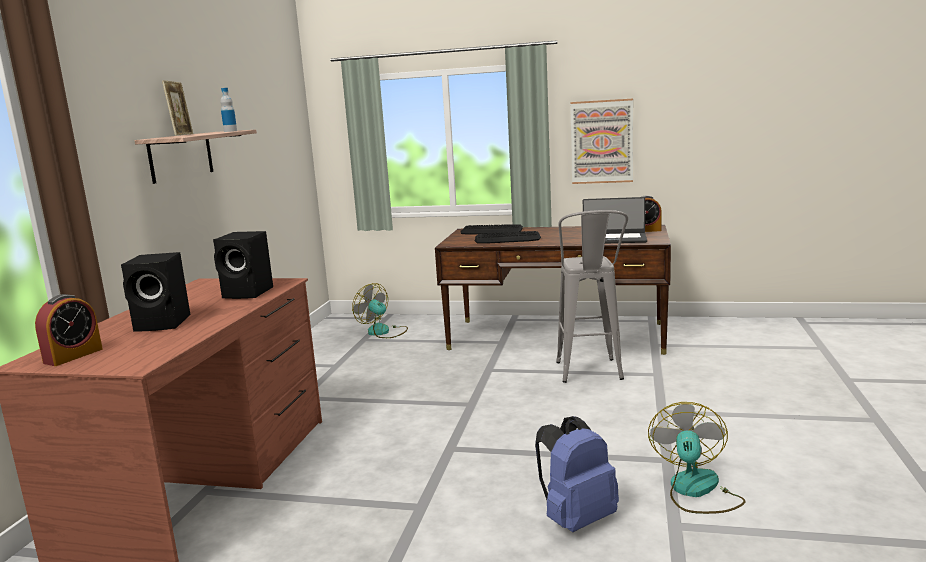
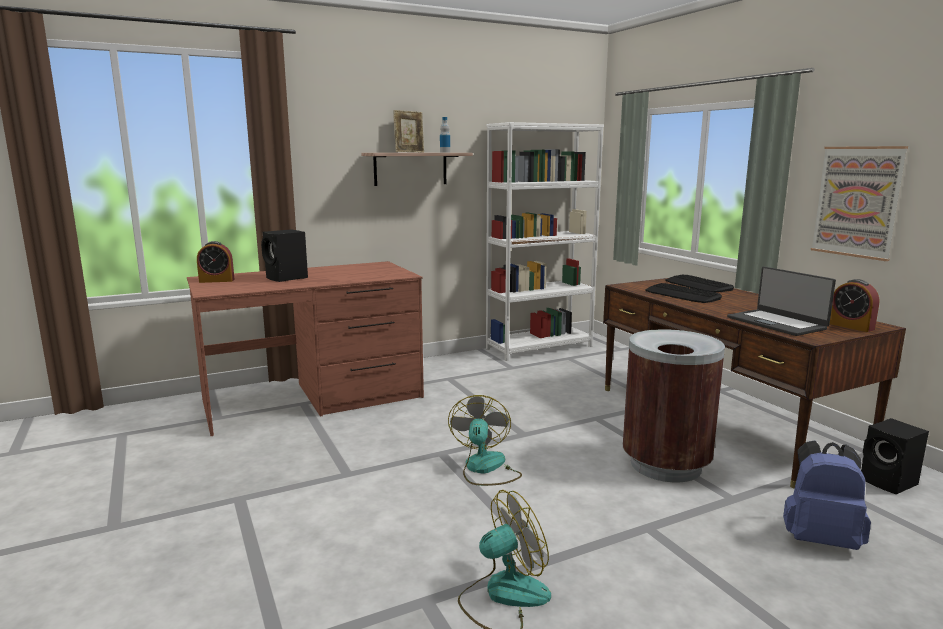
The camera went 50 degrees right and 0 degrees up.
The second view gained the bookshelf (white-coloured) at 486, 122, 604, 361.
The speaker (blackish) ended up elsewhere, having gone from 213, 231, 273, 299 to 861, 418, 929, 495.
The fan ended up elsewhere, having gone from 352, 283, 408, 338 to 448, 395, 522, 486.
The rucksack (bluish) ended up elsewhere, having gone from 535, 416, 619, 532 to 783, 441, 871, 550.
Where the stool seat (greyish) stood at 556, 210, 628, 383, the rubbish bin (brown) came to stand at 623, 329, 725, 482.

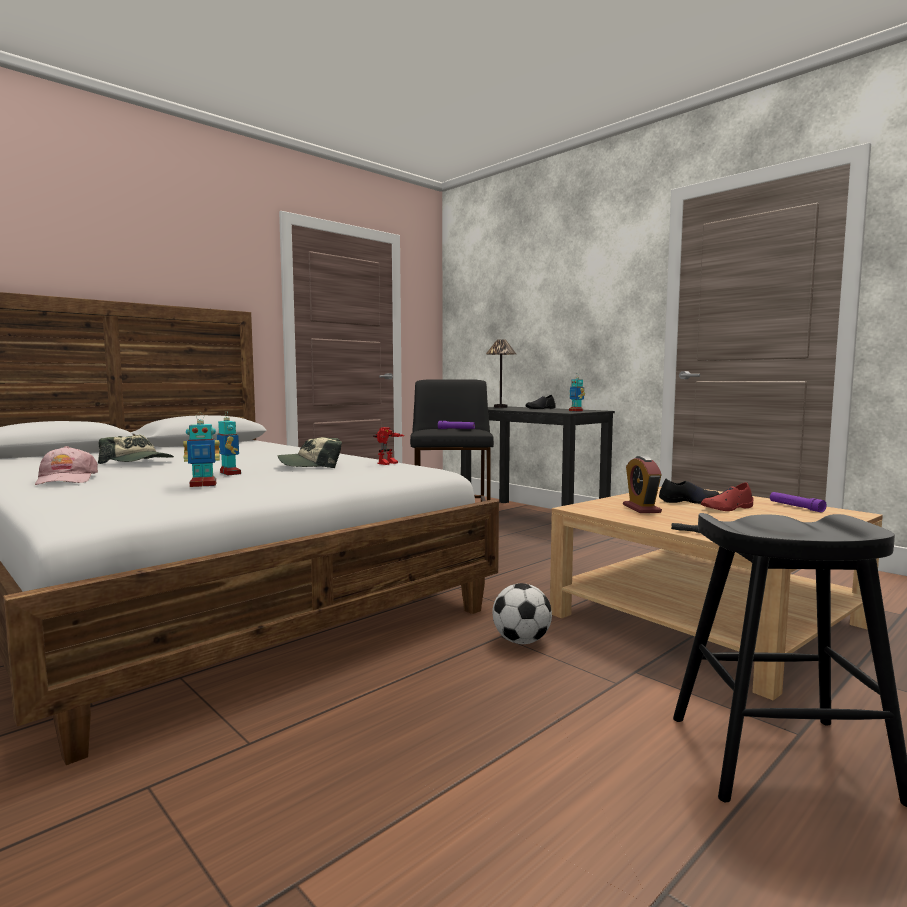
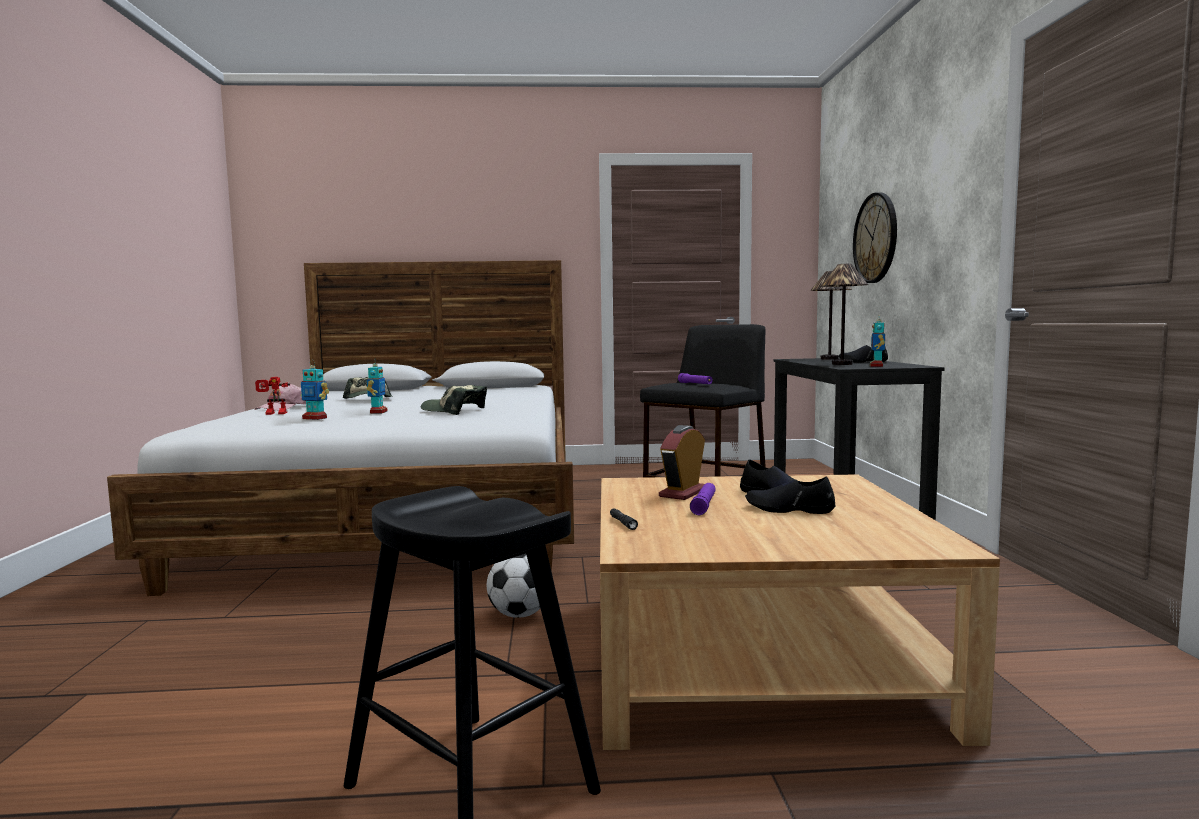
The camera went 40 degrees right and 0 degrees up.
The second view gained the tabletop lamp at 821, 264, 868, 365.
The second view gained the hanging clock at 853, 193, 897, 283.
The toy robot ended up elsewhere, having gone from 373, 427, 404, 465 to 255, 377, 290, 415.
The torch (purplish) ended up elsewhere, having gone from 770, 492, 827, 512 to 690, 483, 716, 515.
What was the item of footwear (red-coloured) at 701, 482, 753, 511 turned into the item of footwear (blackish) at 745, 476, 835, 514.

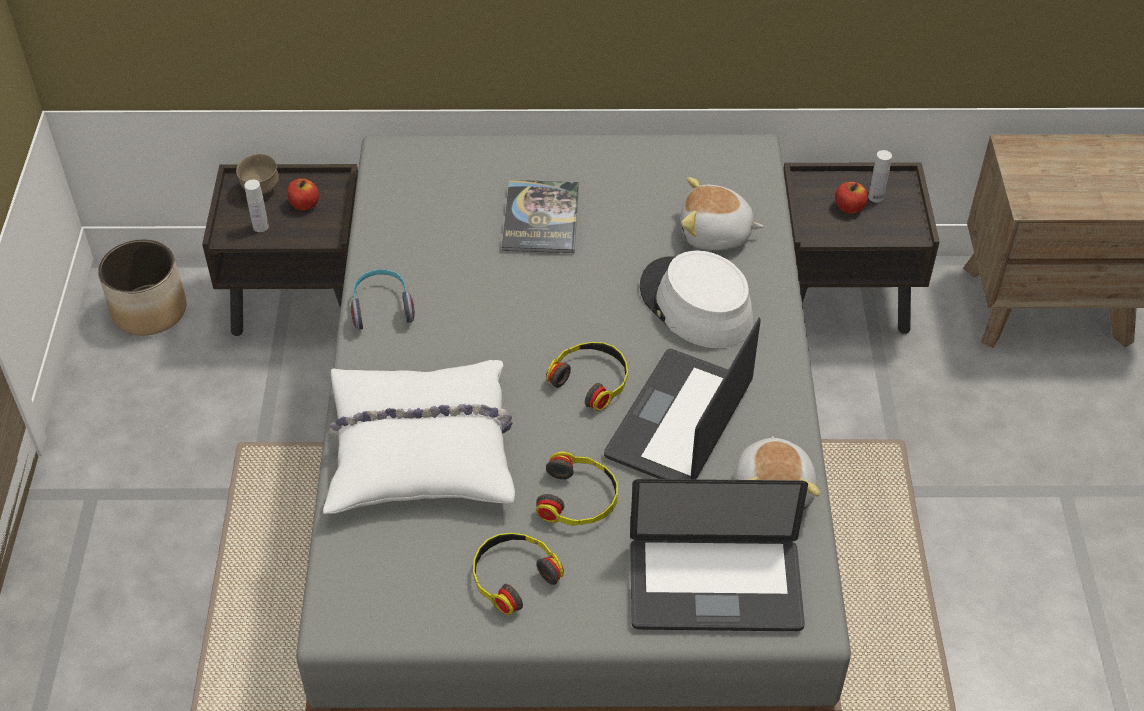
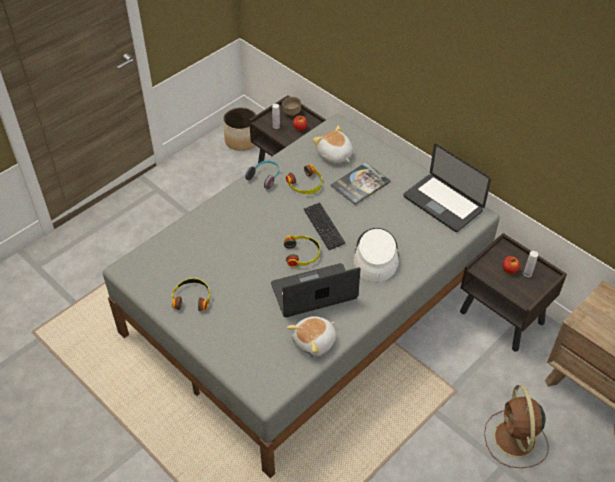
The camera went 45 degrees right and 0 degrees up.
The second view lost the throw pillow (white-coloured) at 323, 360, 515, 514.
The second view gained the PC keyboard at 304, 202, 345, 250.
The second view gained the fan (brown) at 484, 385, 549, 468.
The headset ended up elsewhere, having gone from 536, 452, 618, 526 to 286, 164, 322, 194.
The portable computer ended up elsewhere, having gone from 630, 479, 808, 631 to 403, 144, 491, 232.
The plush toy ended up elsewhere, having gone from 681, 177, 764, 250 to 313, 126, 353, 164.

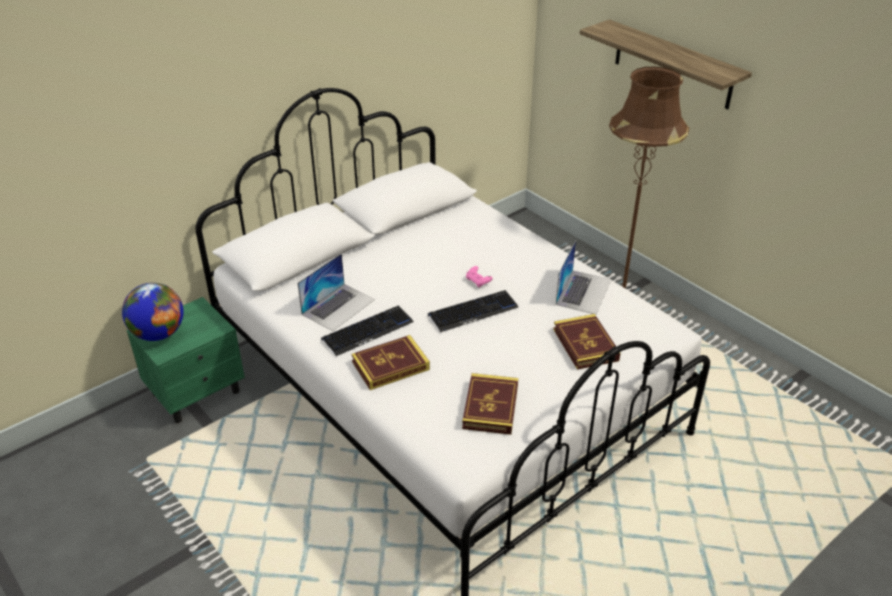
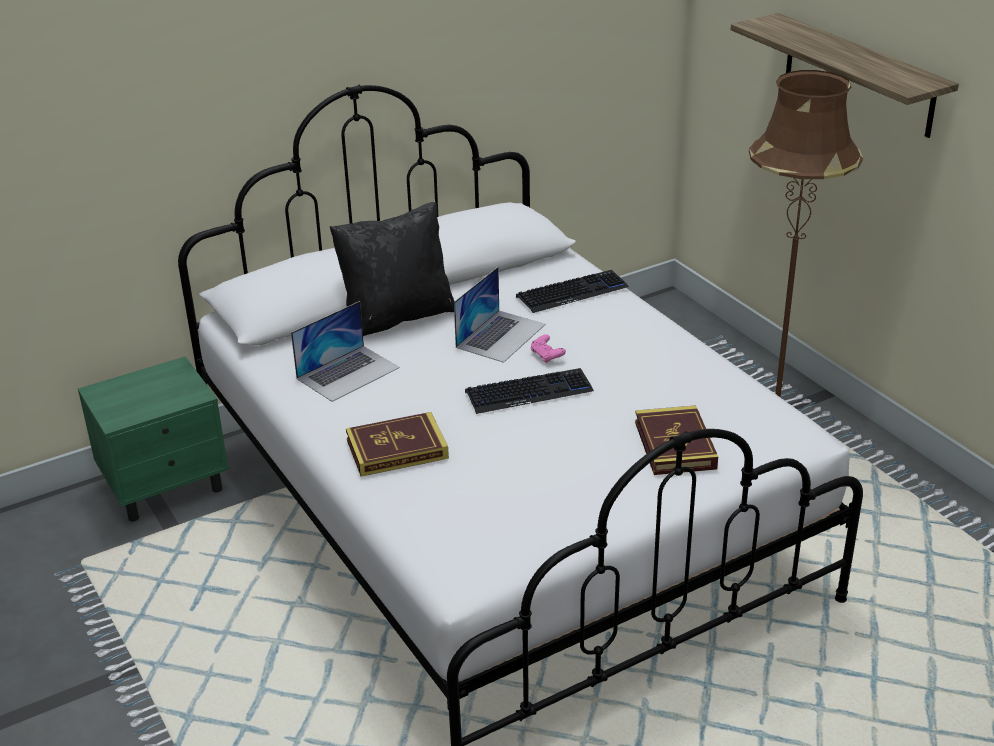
The camera went 10 degrees right and 5 degrees down.
The second view lost the world globe at 122, 283, 184, 341.
The second view lost the book at 462, 373, 518, 435.
The second view gained the throw pillow (blackish) at 330, 202, 454, 336.
The PC keyboard ended up elsewhere, having gone from 321, 305, 414, 356 to 516, 270, 629, 313.
The portable computer ended up elsewhere, having gone from 556, 240, 612, 315 to 454, 267, 545, 363.

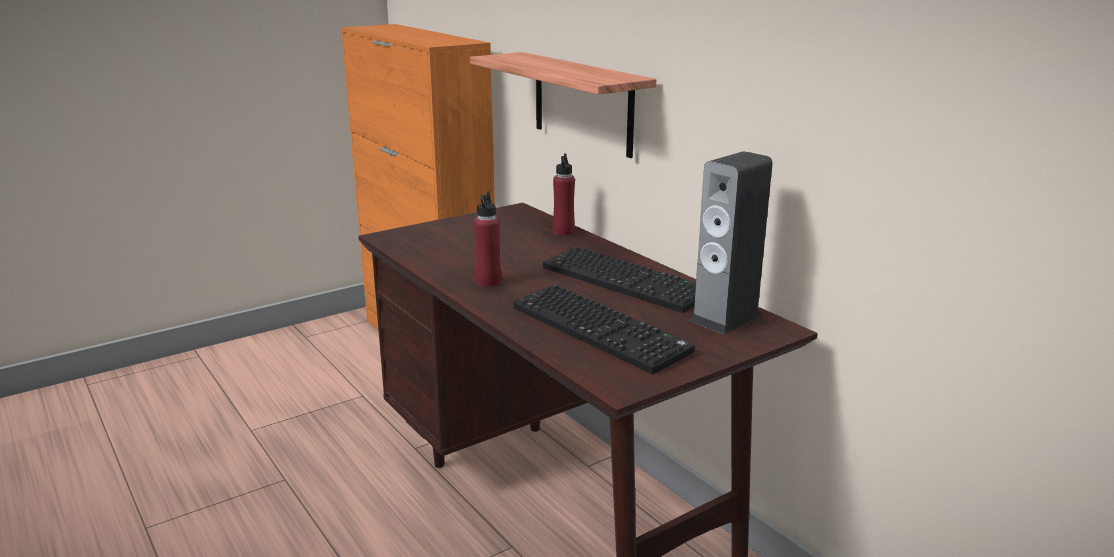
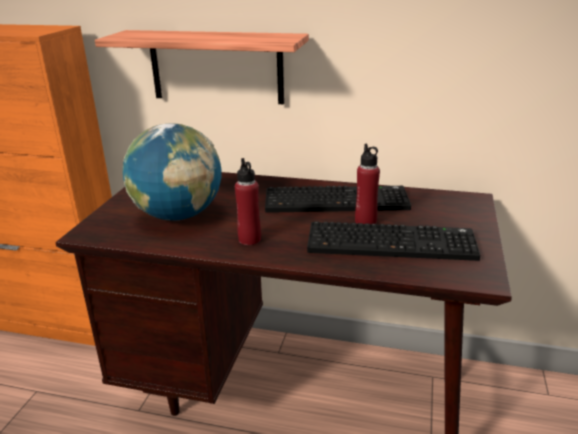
The camera went 40 degrees left and 5 degrees up.
The second view lost the speaker at 689, 151, 773, 334.
The second view gained the world globe at 123, 123, 222, 221.
The bottle (red-coloured) ended up elsewhere, having gone from 553, 153, 575, 236 to 355, 144, 380, 224.

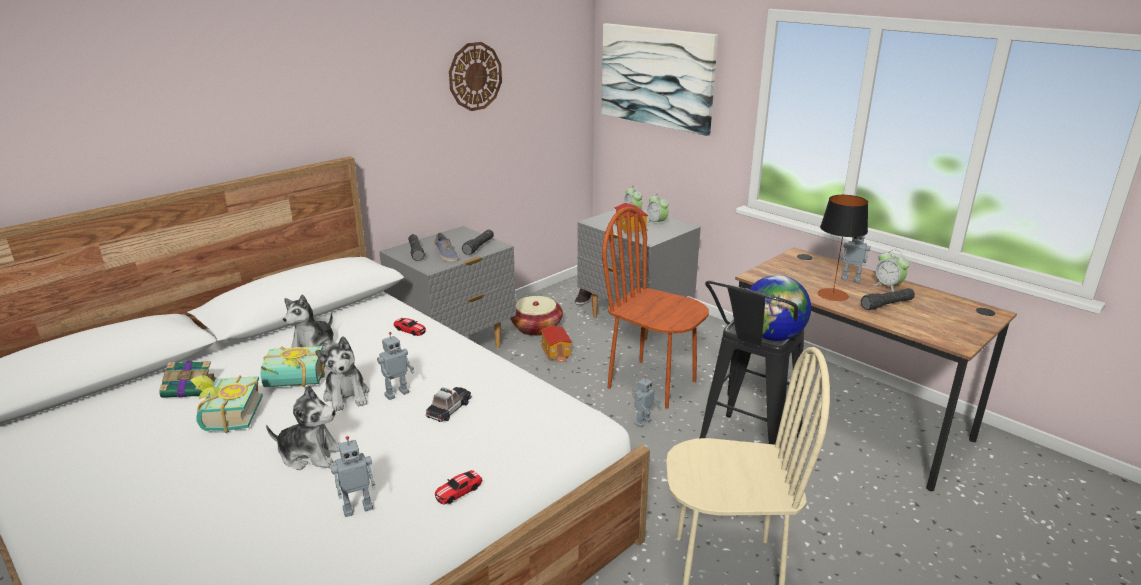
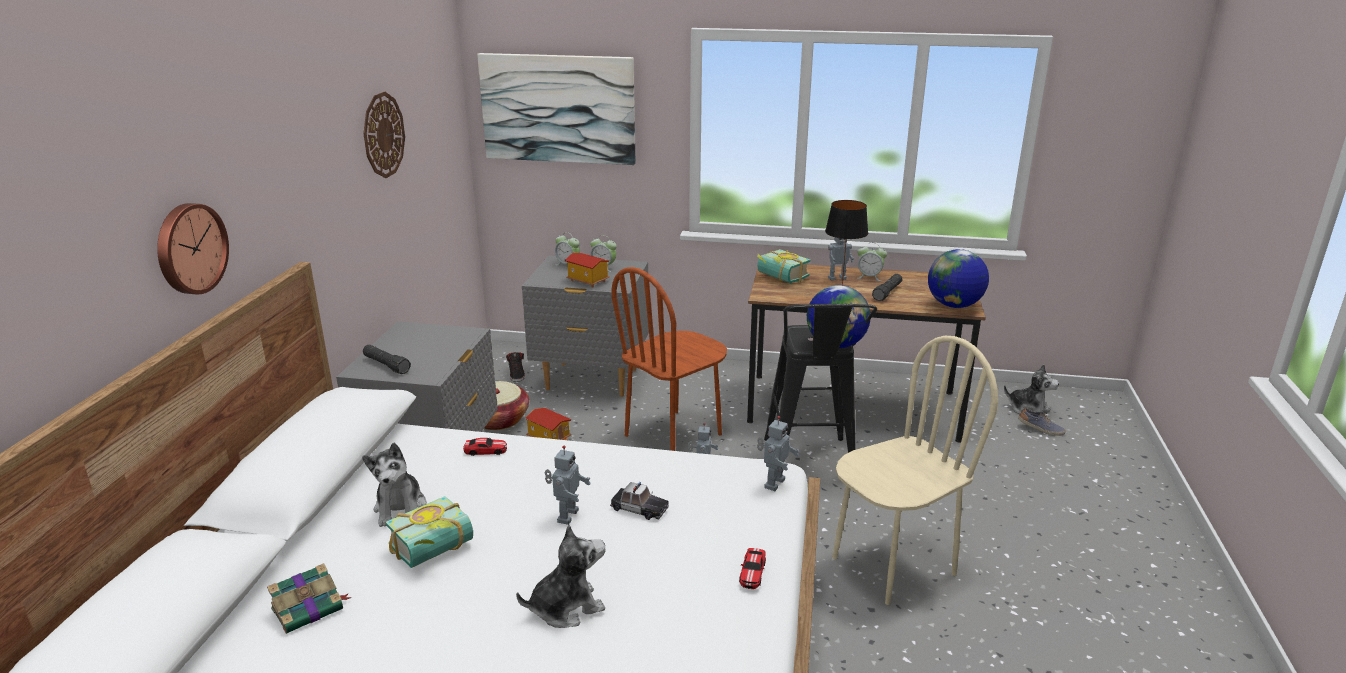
The camera went 35 degrees left and 0 degrees up.
The second view lost the torch (blackish) at 462, 230, 494, 255.
The second view gained the hanging clock at 157, 203, 229, 294.
The second view gained the world globe at 928, 249, 989, 308.
The book ended up elsewhere, having gone from 190, 375, 263, 433 to 757, 249, 811, 283.
The plush toy ended up elsewhere, having gone from 315, 336, 369, 411 to 1004, 364, 1059, 416.
The toy robot ended up elsewhere, having gone from 331, 436, 376, 517 to 757, 416, 800, 491.
The item of footwear ended up elsewhere, having gone from 434, 232, 459, 262 to 1018, 408, 1066, 436.
The toy car at 426, 387, 471, 422 ended up facing another way, 120 degrees clockwise from before.
The chair (brown) at 602, 207, 709, 409 ended up facing another way, 45 degrees counterclockwise from before.

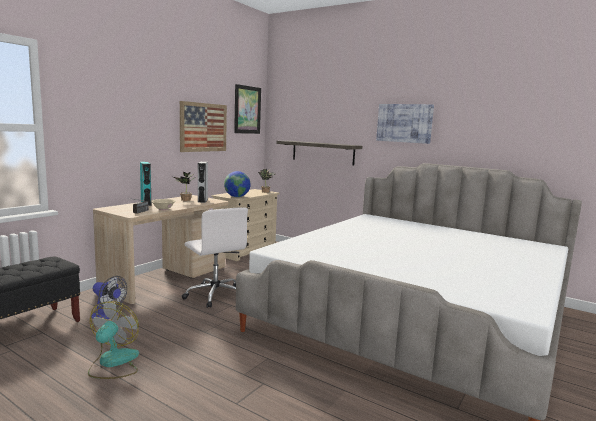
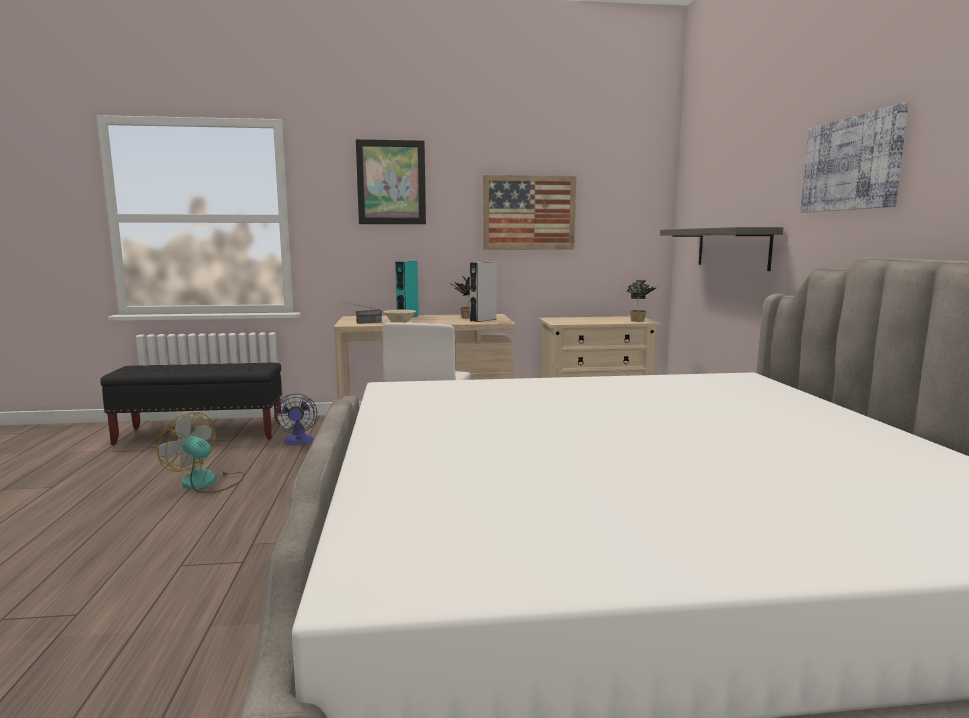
The camera went 50 degrees right and 0 degrees up.
The second view lost the world globe at 224, 171, 251, 197.
The picture ended up elsewhere, having gone from 234, 84, 261, 134 to 356, 139, 426, 224.
The fan at 88, 301, 139, 379 ended up facing another way, 120 degrees counterclockwise from before.

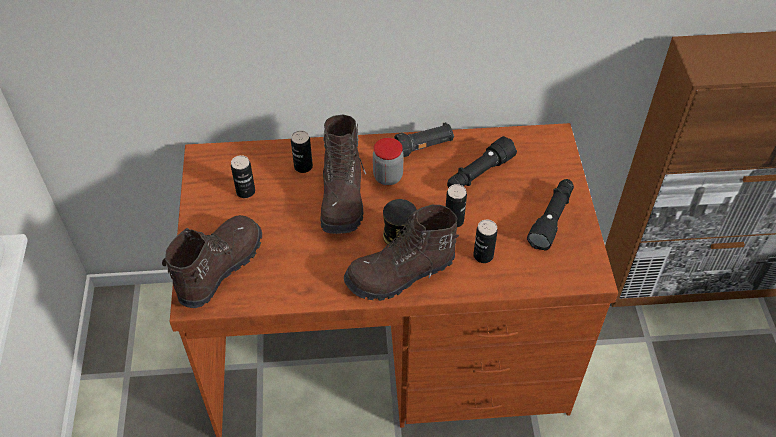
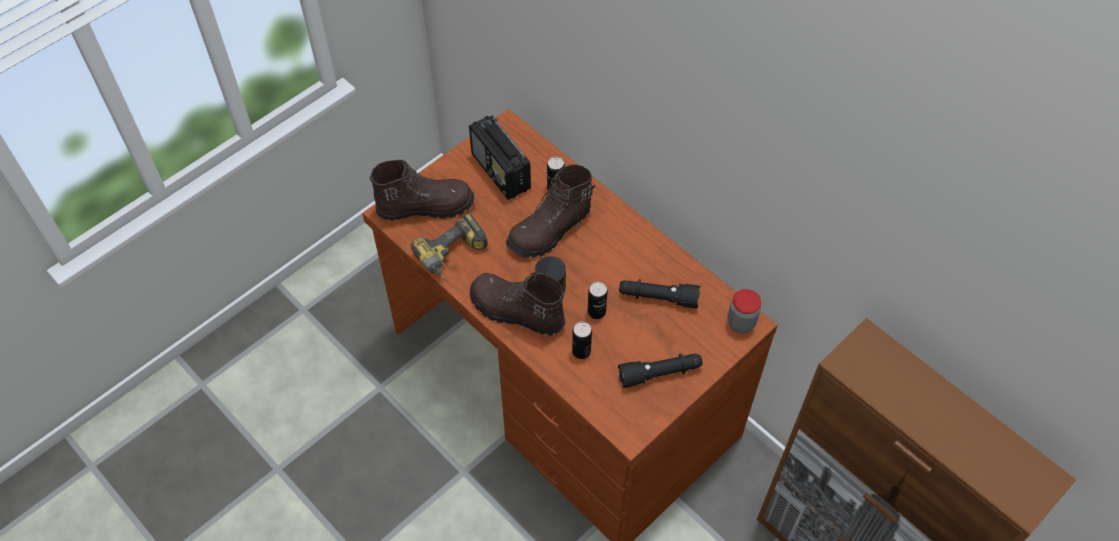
The camera went 50 degrees right and 5 degrees up.
The second view lost the torch (blackish) at 394, 122, 454, 157.
The second view gained the electric drill at 411, 213, 487, 281.
The storage jar ended up elsewhere, having gone from 373, 138, 404, 185 to 727, 289, 761, 333.
Where the sealed can stood at 231, 155, 255, 198, the radio set came to stand at 469, 116, 531, 200.

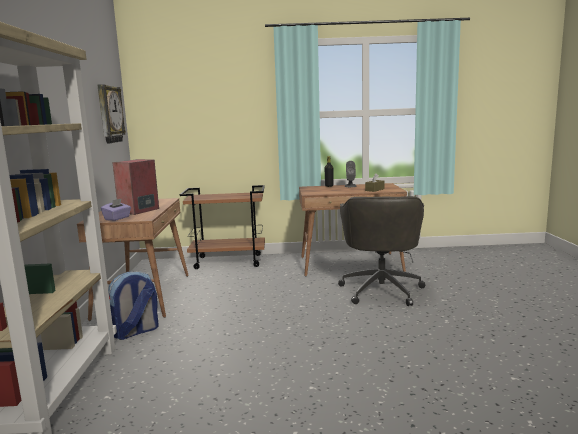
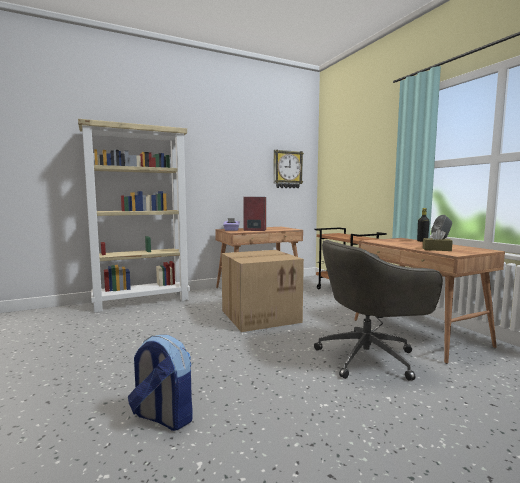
The camera went 65 degrees right and 5 degrees down.
The second view gained the cardboard box at 221, 250, 304, 332.
The rucksack ended up elsewhere, having gone from 108, 271, 159, 340 to 128, 335, 193, 431.

